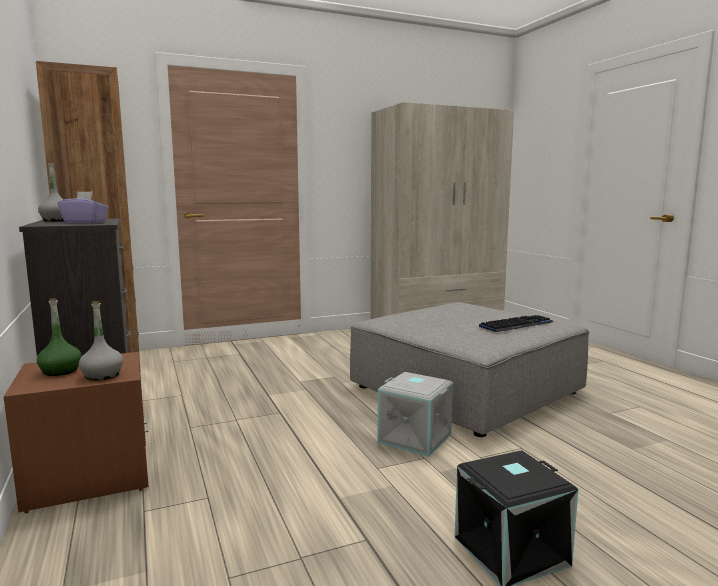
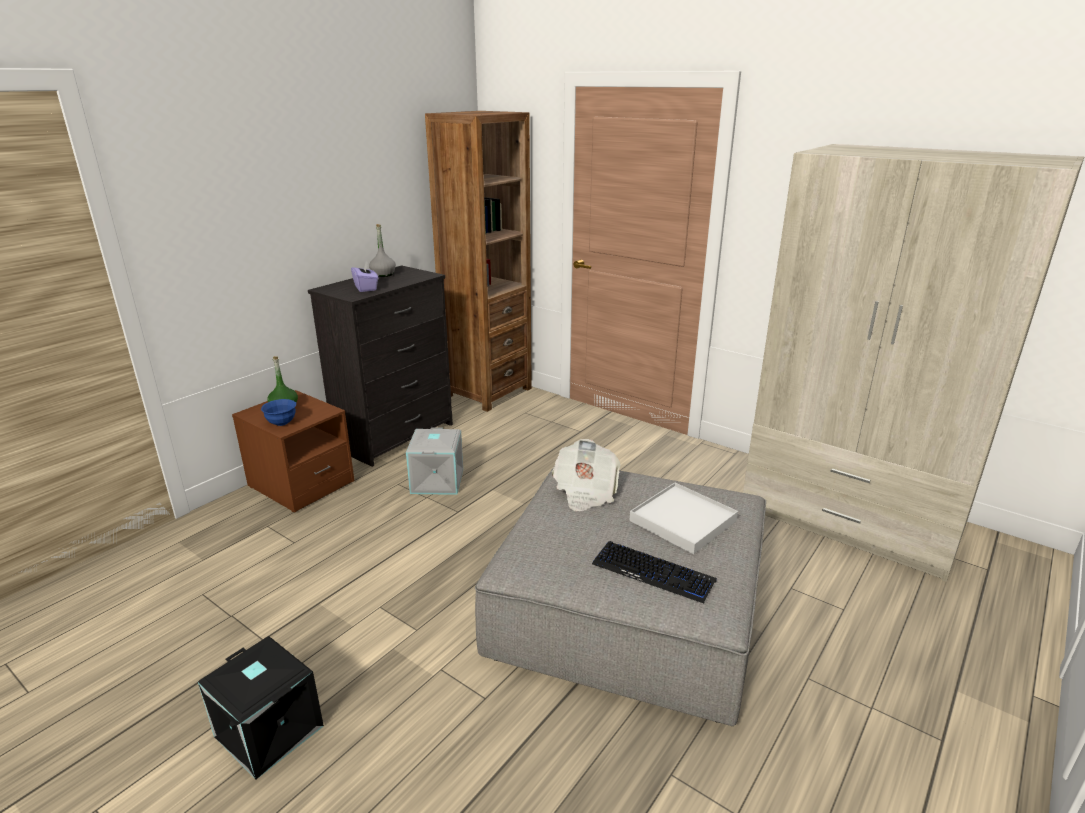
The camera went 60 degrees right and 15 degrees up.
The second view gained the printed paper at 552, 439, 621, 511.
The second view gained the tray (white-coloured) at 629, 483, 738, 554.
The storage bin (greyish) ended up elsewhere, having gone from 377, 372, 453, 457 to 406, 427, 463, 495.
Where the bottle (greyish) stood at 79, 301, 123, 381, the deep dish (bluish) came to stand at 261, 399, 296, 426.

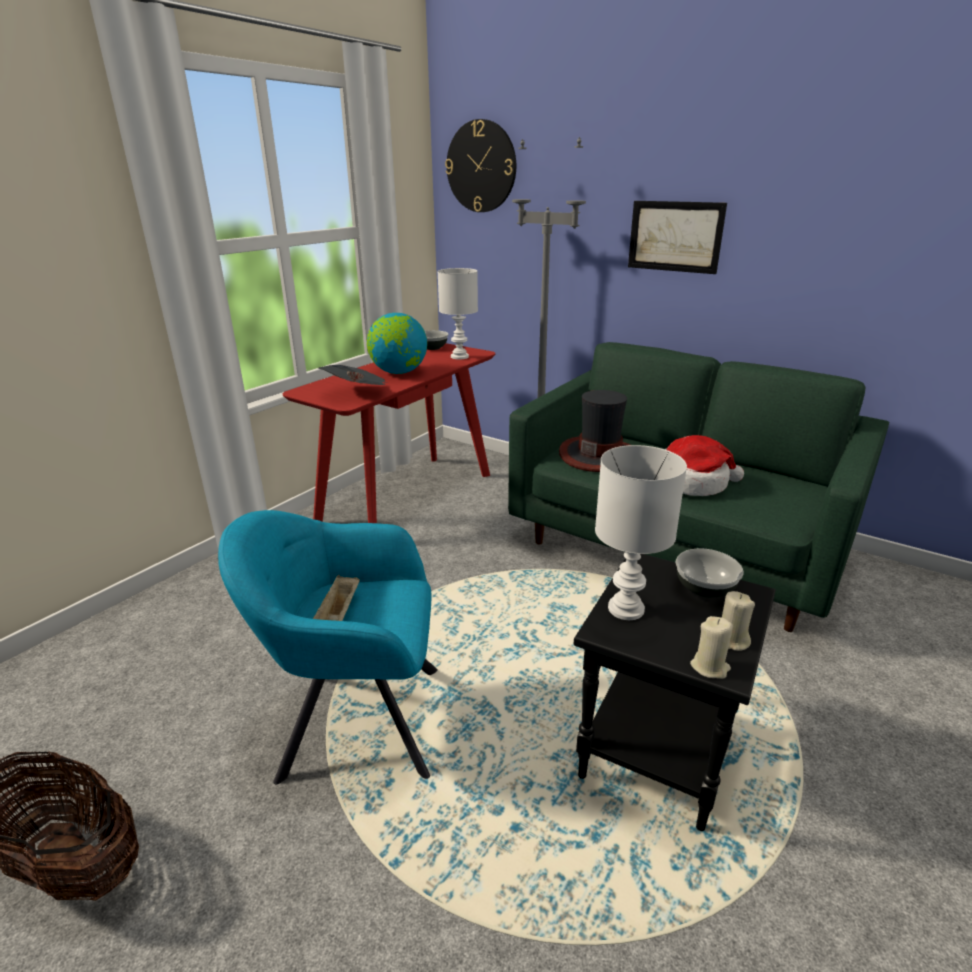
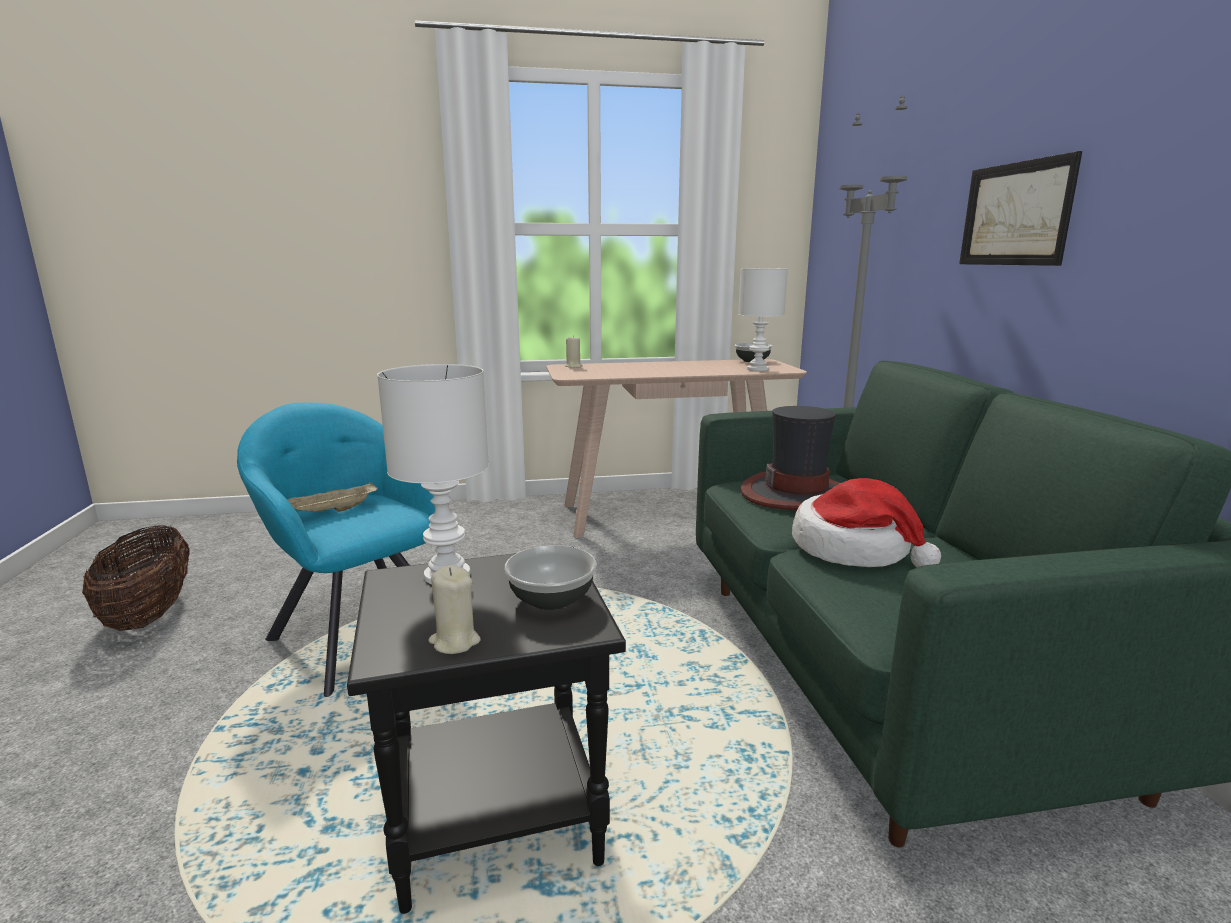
The camera went 45 degrees right and 10 degrees down.
The second view lost the printed paper at 318, 365, 387, 385.
The second view lost the world globe at 367, 313, 427, 374.
The second view lost the hanging clock at 445, 119, 516, 212.
The wax light (sand-coloured) ended up elsewhere, having gone from 690, 616, 733, 679 to 565, 335, 583, 368.
What was the hall table (red-coloured) at 283, 343, 495, 523 turned into the hall table (sand-coloured) at 546, 359, 807, 538.

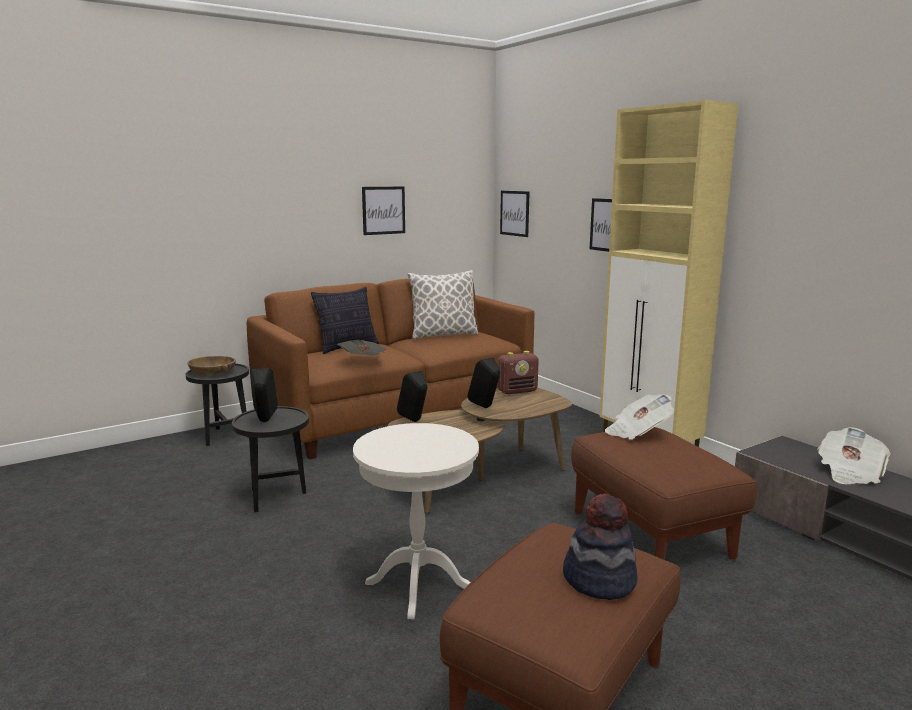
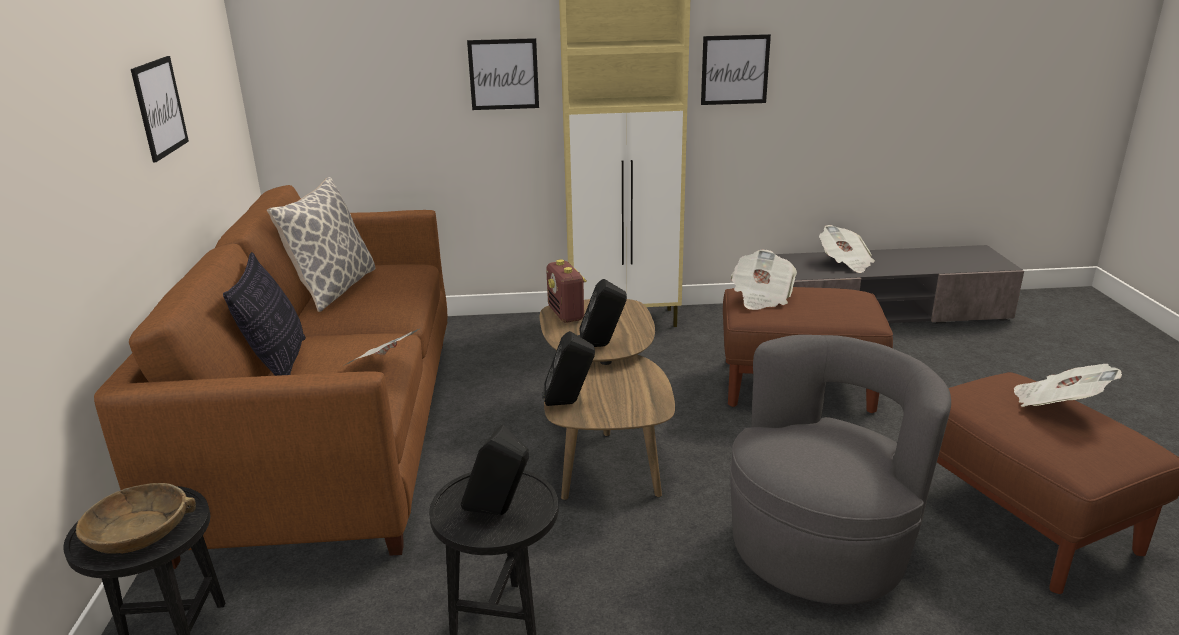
The camera went 60 degrees left and 10 degrees up.
The picture ended up elsewhere, having gone from 500, 191, 530, 237 to 701, 34, 771, 105.
Where the side table (white-coloured) stood at 353, 423, 479, 619, the lounge chair (greyish) came to stand at 730, 335, 951, 604.
Where the wearable hat stood at 563, 494, 638, 600, the printed paper came to stand at 1014, 364, 1122, 407.
The radio set at 498, 351, 539, 394 ended up facing another way, 150 degrees clockwise from before.

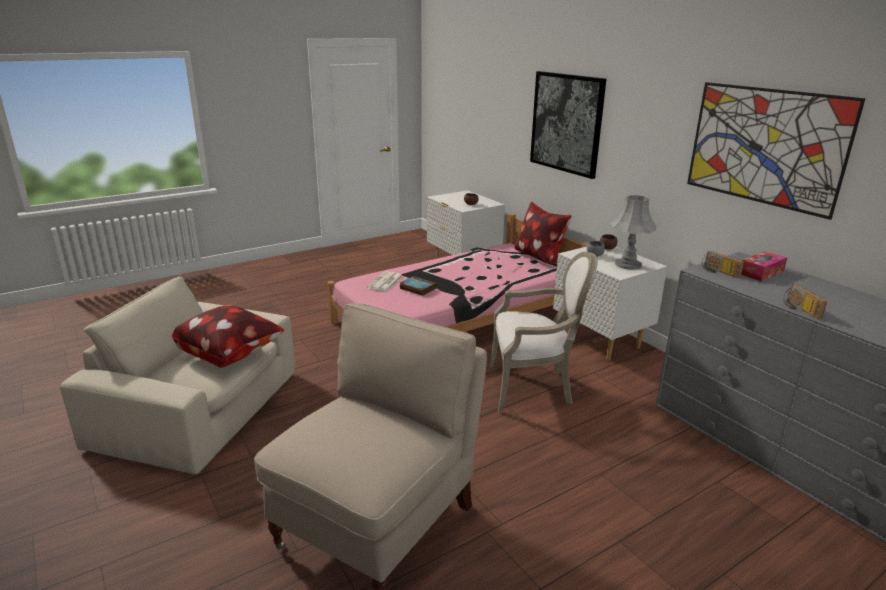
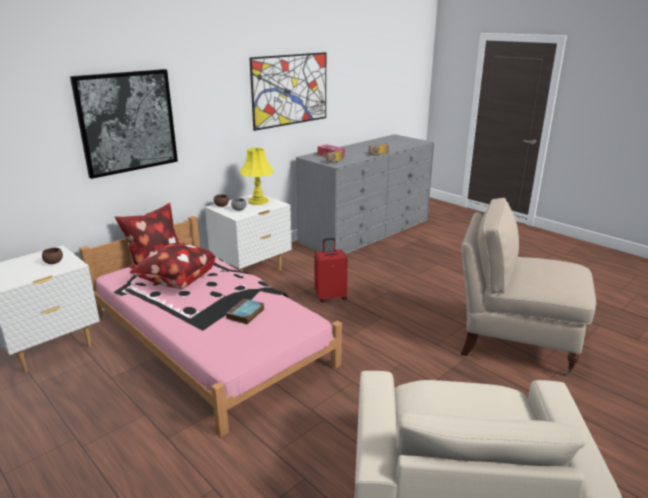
The camera went 100 degrees left and 0 degrees up.
The second view lost the printed paper at 367, 271, 403, 292.
The throw pillow ended up elsewhere, having gone from 172, 305, 285, 368 to 130, 243, 215, 289.
Where the lounge chair stood at 489, 252, 598, 414, the piece of luggage (red-coloured) came to stand at 314, 238, 348, 303.
What was the tabletop lamp (greyish) at 611, 195, 656, 270 turned into the tabletop lamp (yellow) at 240, 148, 274, 205.

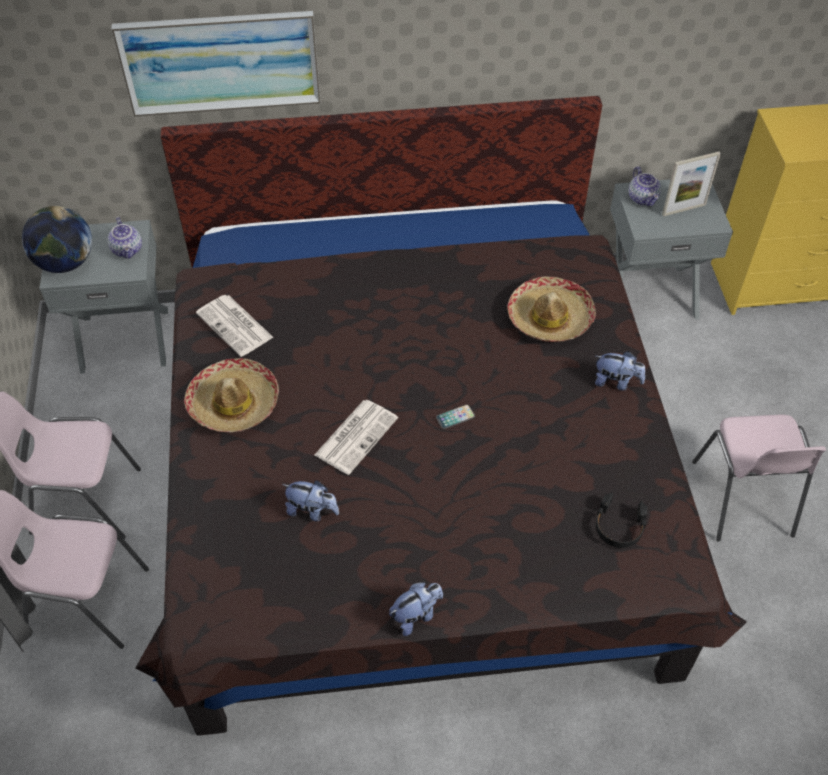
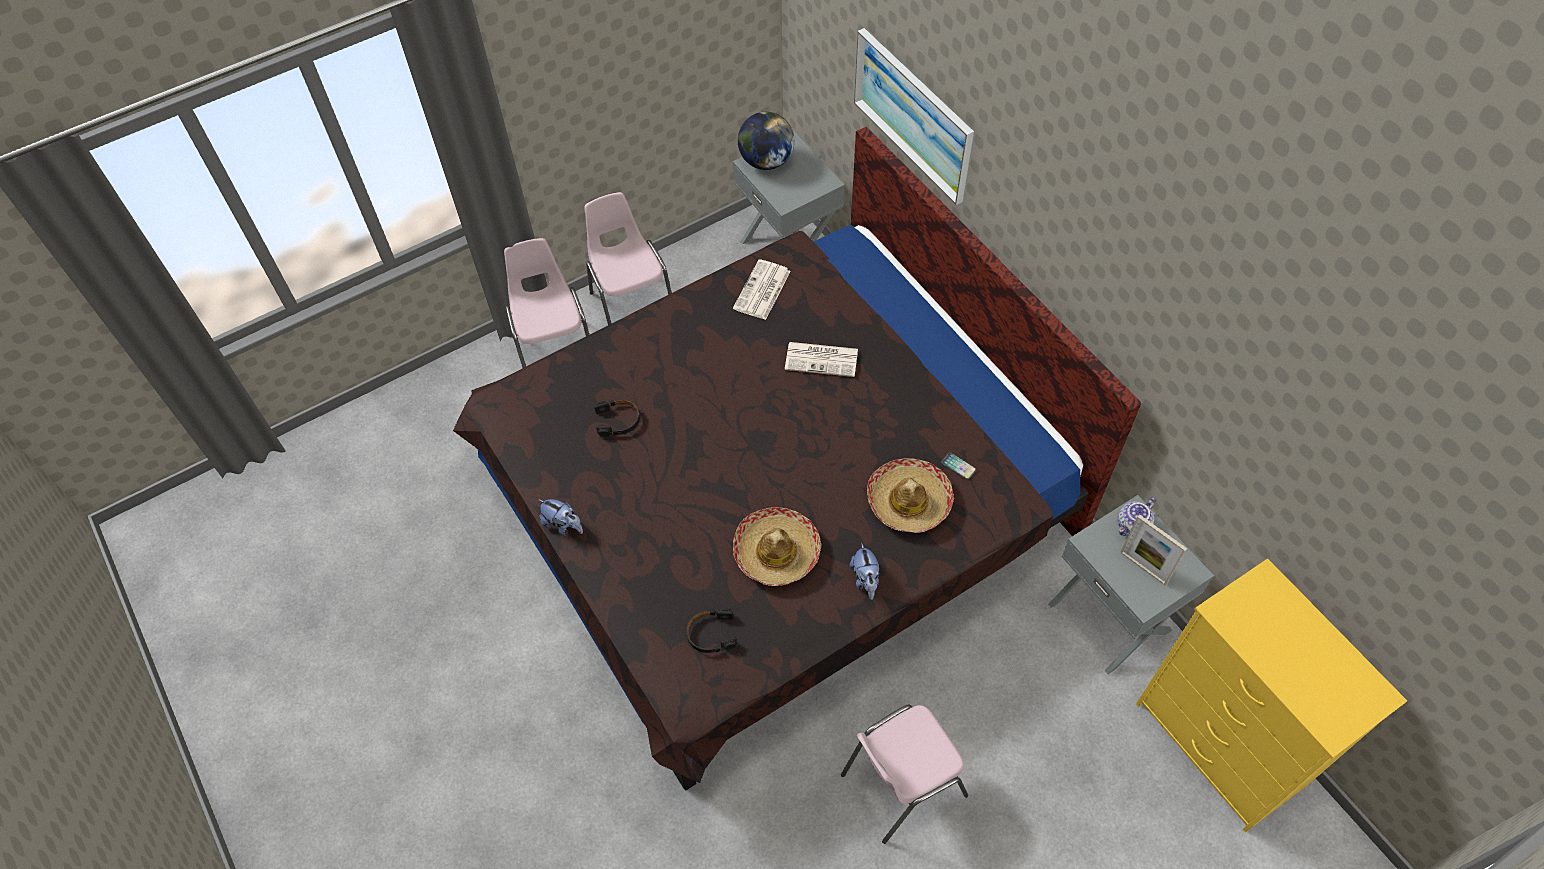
The camera went 65 degrees right and 5 degrees up.
The second view lost the teapot at 108, 217, 142, 259.
The wearable hat ended up elsewhere, having gone from 184, 358, 279, 432 to 733, 507, 821, 586.
The printed paper ended up elsewhere, having gone from 315, 400, 398, 475 to 785, 342, 858, 377.
The telephone ended up elsewhere, having gone from 436, 405, 475, 429 to 941, 453, 976, 480.
Where the plush toy stood at 282, 480, 339, 521, the headset (blackish) came to stand at 594, 399, 640, 437.

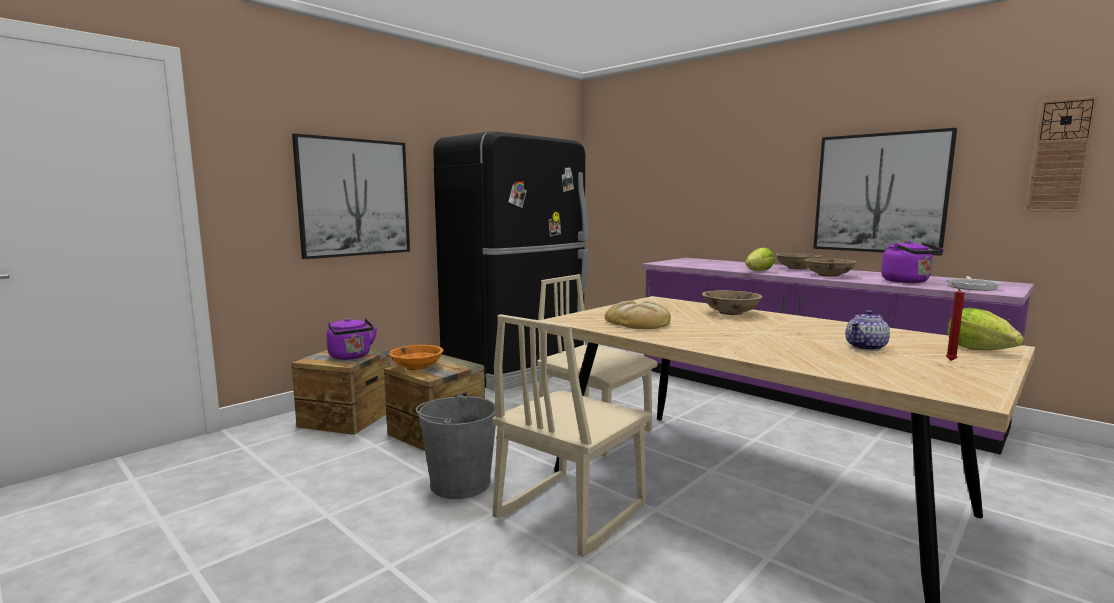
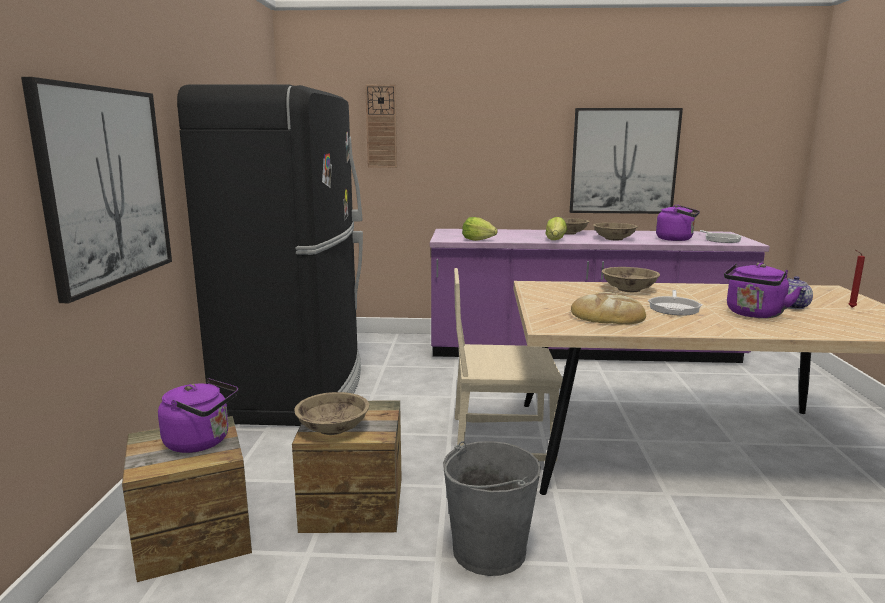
The camera went 40 degrees left and 5 degrees up.
The second view lost the chair (sand-coloured) at 492, 314, 652, 557.
The second view gained the skillet at 648, 290, 702, 316.
The second view gained the kettle (purplish) at 724, 263, 803, 318.
The lettuce head ended up elsewhere, having gone from 947, 308, 1024, 350 to 462, 217, 498, 241.
The hanging clock ended up elsewhere, having gone from 1026, 96, 1098, 212 to 365, 84, 397, 168.
What was the deep dish (orangey) at 389, 345, 443, 371 turned into the deep dish (sand-coloured) at 294, 392, 369, 435.

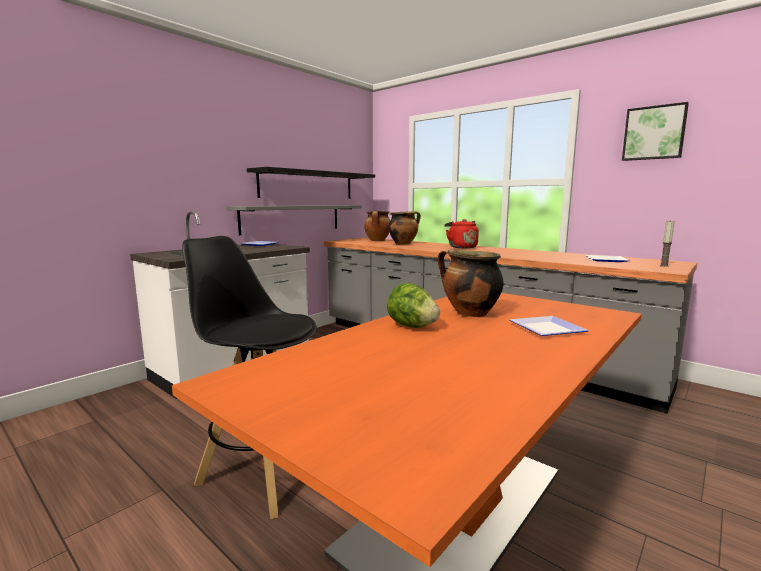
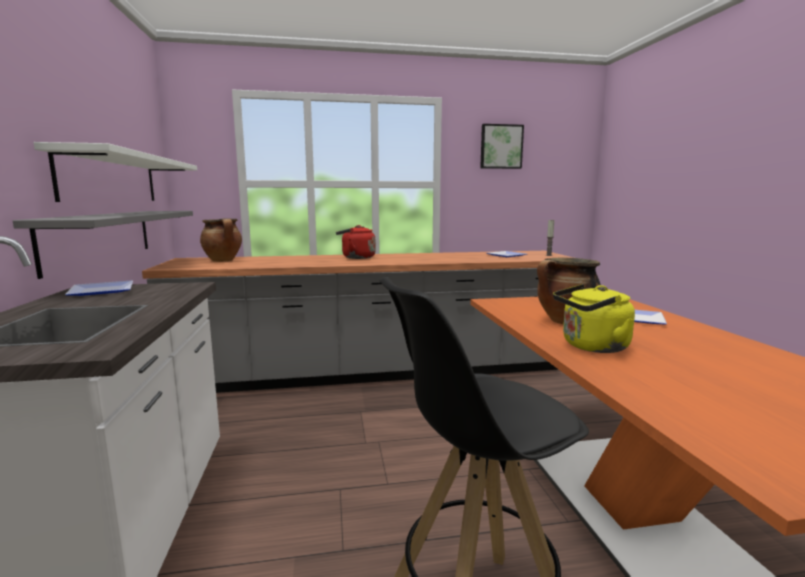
The camera went 50 degrees left and 0 degrees up.
The second view lost the saucepot at 388, 211, 421, 245.
Where the lettuce head stood at 387, 283, 440, 328, the kettle (yellow) came to stand at 553, 284, 635, 353.
What was the bracket shelf (blackish) at 247, 167, 375, 199 turned into the bracket shelf (white-coloured) at 33, 142, 197, 202.

